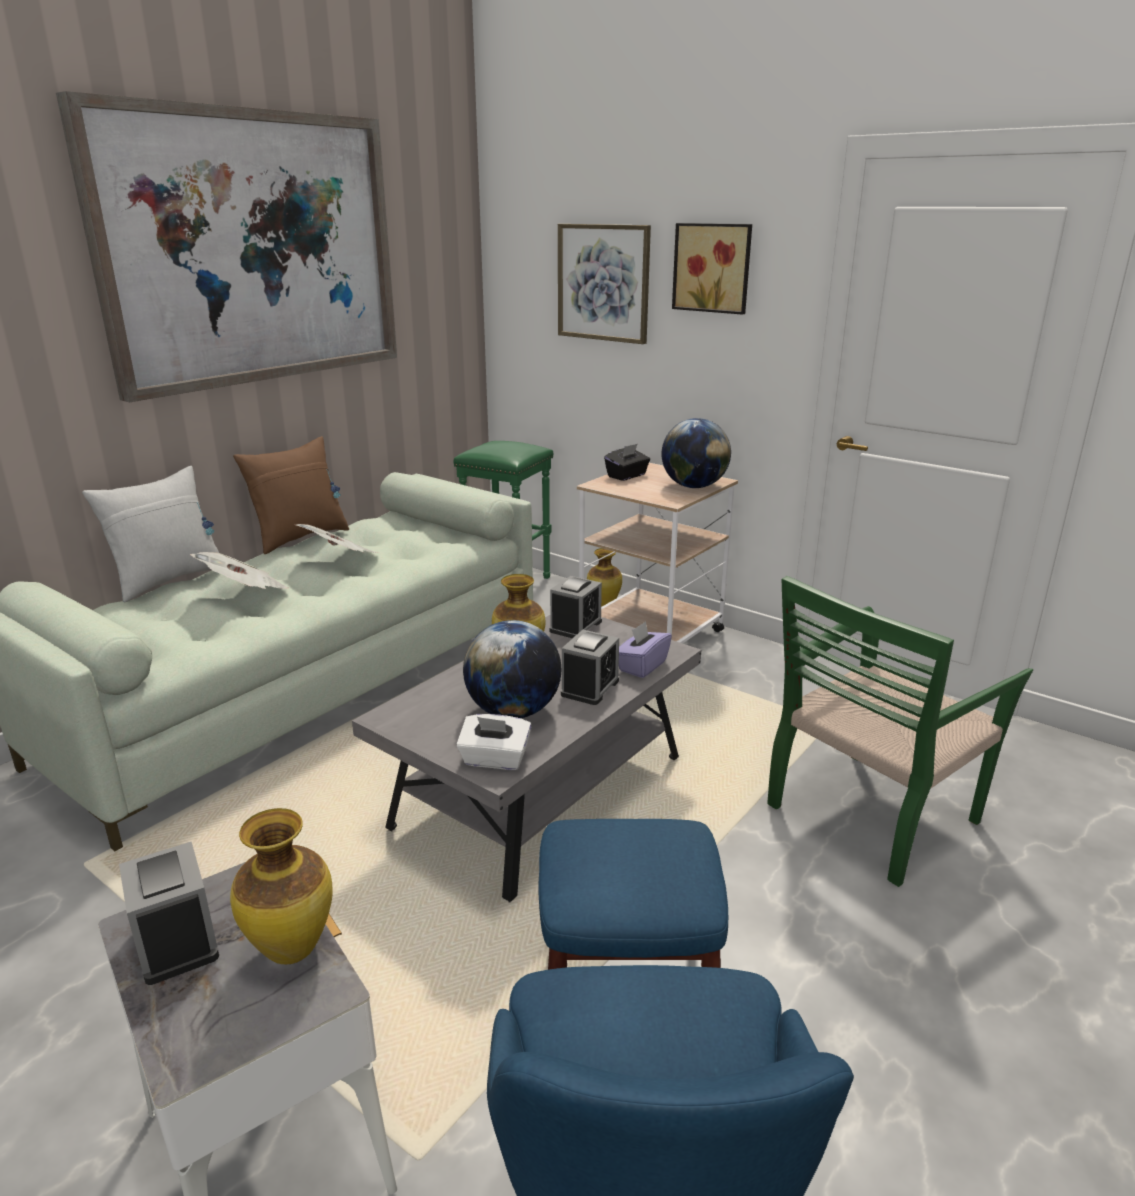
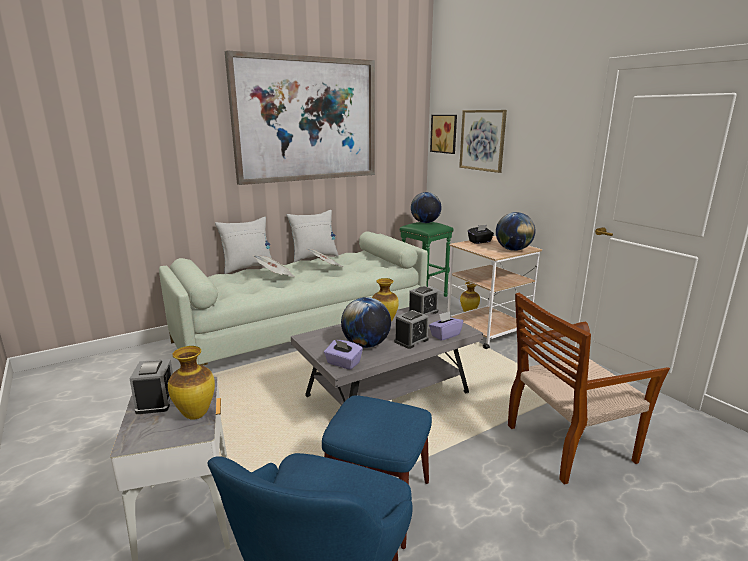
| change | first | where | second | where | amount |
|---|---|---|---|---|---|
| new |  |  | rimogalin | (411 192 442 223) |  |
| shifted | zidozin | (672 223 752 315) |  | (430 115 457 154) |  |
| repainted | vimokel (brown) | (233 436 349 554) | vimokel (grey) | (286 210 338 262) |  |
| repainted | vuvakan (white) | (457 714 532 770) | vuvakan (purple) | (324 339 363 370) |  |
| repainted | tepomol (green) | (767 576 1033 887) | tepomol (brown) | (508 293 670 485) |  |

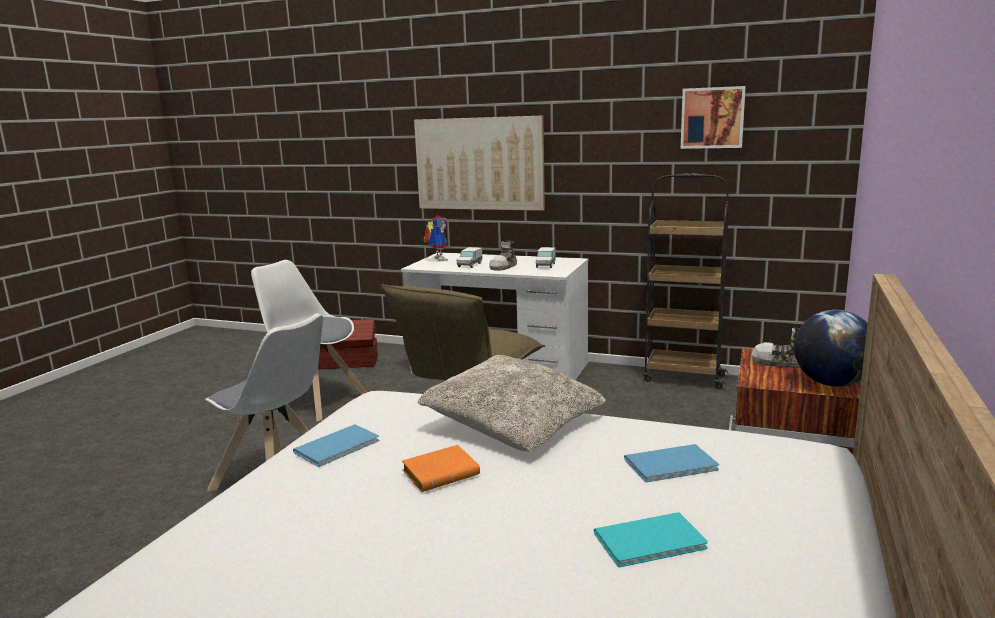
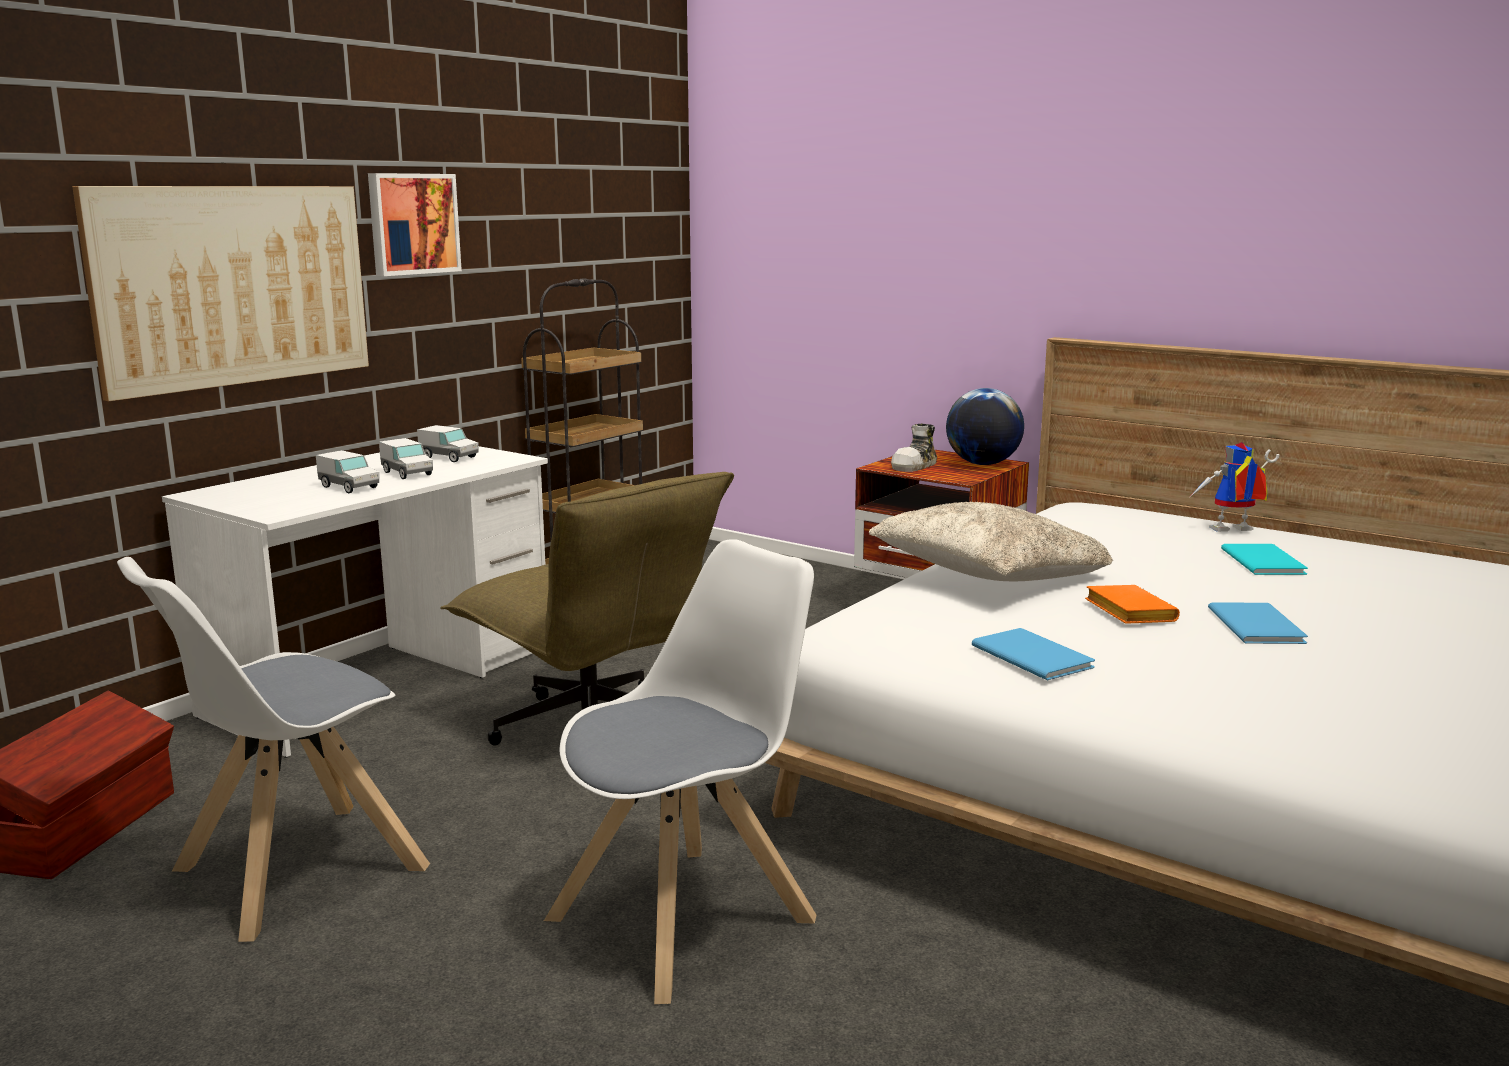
| change | first | where | second | where | amount |
|---|---|---|---|---|---|
| shifted | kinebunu | (424 216 448 261) |  | (1191 442 1280 532) |  |
| shifted | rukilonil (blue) | (624 444 719 482) |  | (1208 602 1308 644) |  |
| shifted | zidozin | (681 86 746 149) |  | (368 173 462 276) |  |
| swapped | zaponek | (489 241 517 271) | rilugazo | (379 438 433 479) |  |

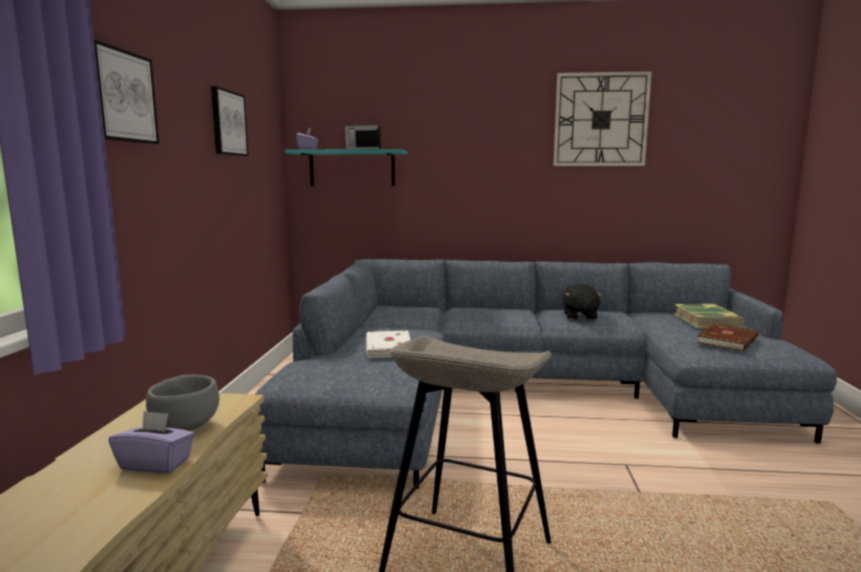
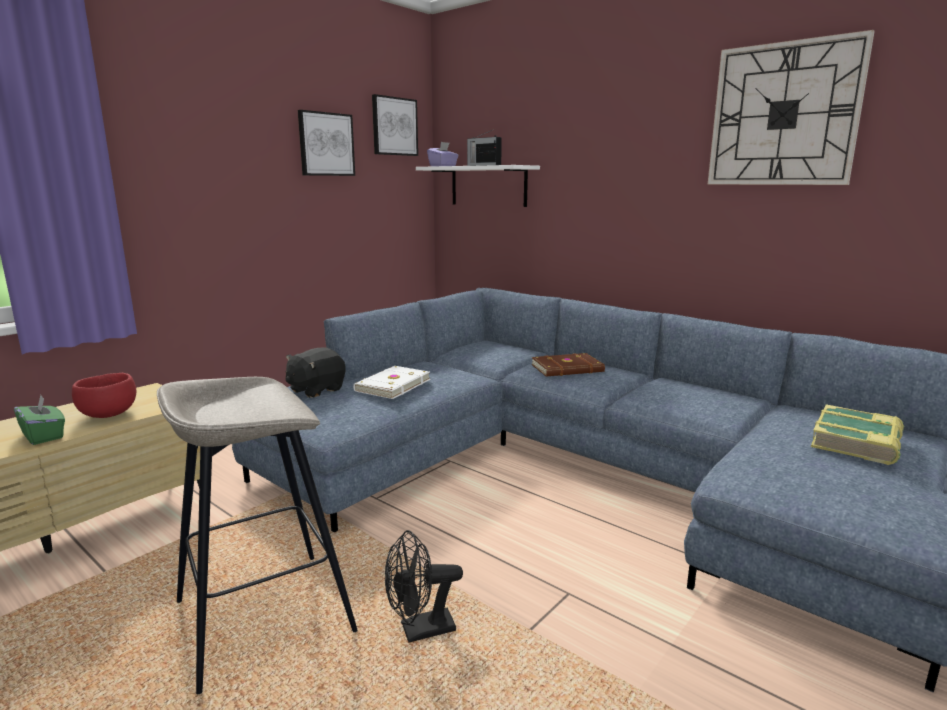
| change | first | where | second | where | amount |
|---|---|---|---|---|---|
| new |  |  | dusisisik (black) | (385 530 463 643) |  |
| shifted | zidozin | (94 40 159 144) |  | (372 94 418 156) |  |
| shifted | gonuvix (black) | (563 284 603 320) |  | (285 347 346 398) |  |
| shifted | rukilonil (brown) | (697 324 758 351) |  | (531 353 605 377) |  |
| repainted | vuvakan (purple) | (109 411 195 474) | vuvakan (green) | (14 395 65 445) |  |
| repainted | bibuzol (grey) | (146 375 219 431) | bibuzol (red) | (72 373 136 418) |  |
| repainted | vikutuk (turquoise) | (285 149 407 186) | vikutuk (white) | (416 165 540 207) |  |

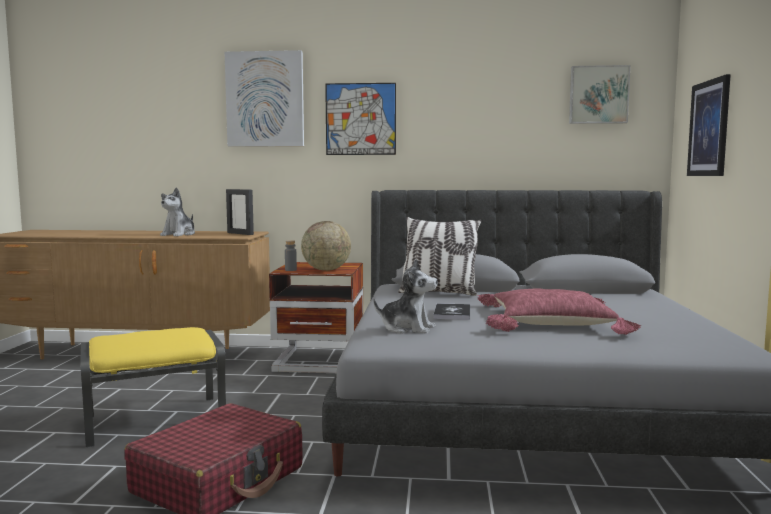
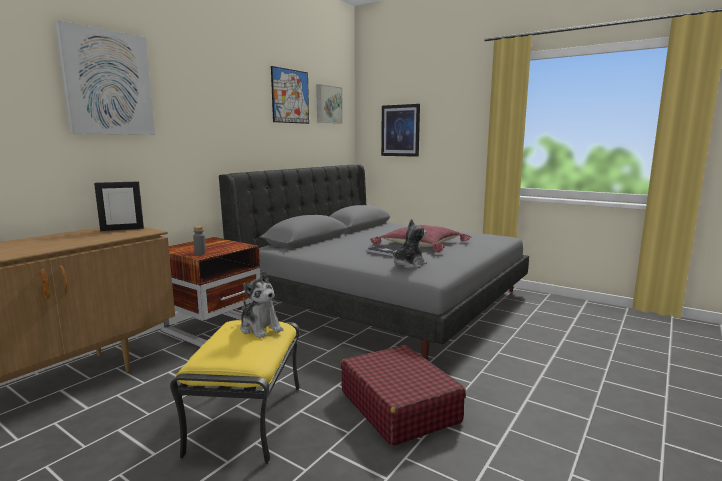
| change | first | where | second | where | amount |
|---|---|---|---|---|---|
| gone | rimogalin | (301 221 351 271) |  |  |  |
| gone | vimokel | (398 217 481 296) |  |  |  |
| shifted | gonuvix | (160 187 195 236) |  | (240 271 283 339) |  |
| shifted | zidozin | (325 83 396 155) |  | (271 66 309 124) |  |

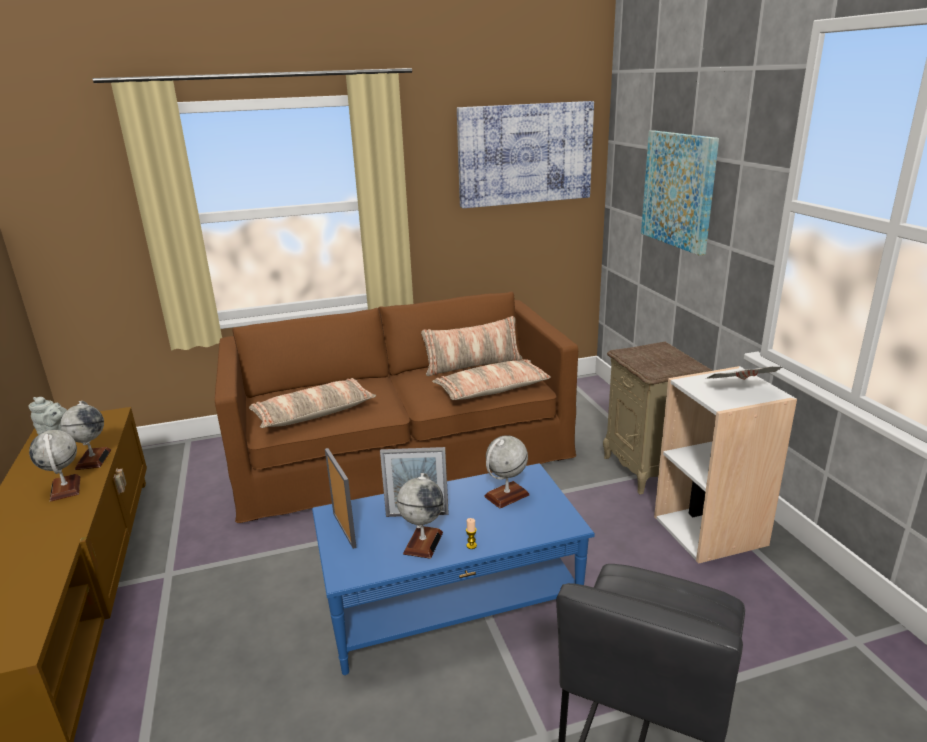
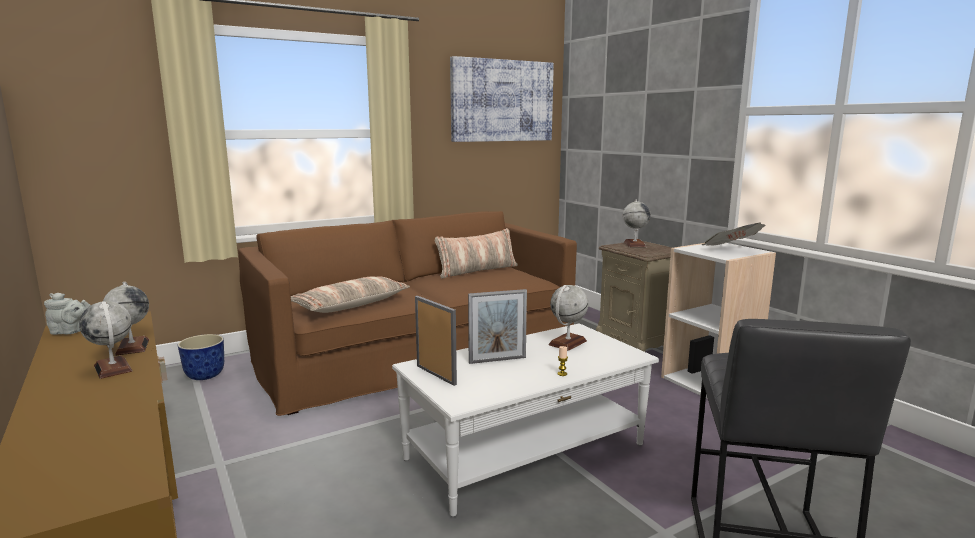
| change | first | where | second | where | amount |
|---|---|---|---|---|---|
| gone | vimokel | (432 359 551 400) |  |  |  |
| gone | zidozin | (641 130 719 256) |  |  |  |
| new |  |  | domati | (178 334 224 380) |  |
| shifted | rimogalin | (397 473 444 559) |  | (623 199 651 247) |  |
| repainted | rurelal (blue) | (312 463 595 676) | rurelal (white) | (392 323 659 517) |  |

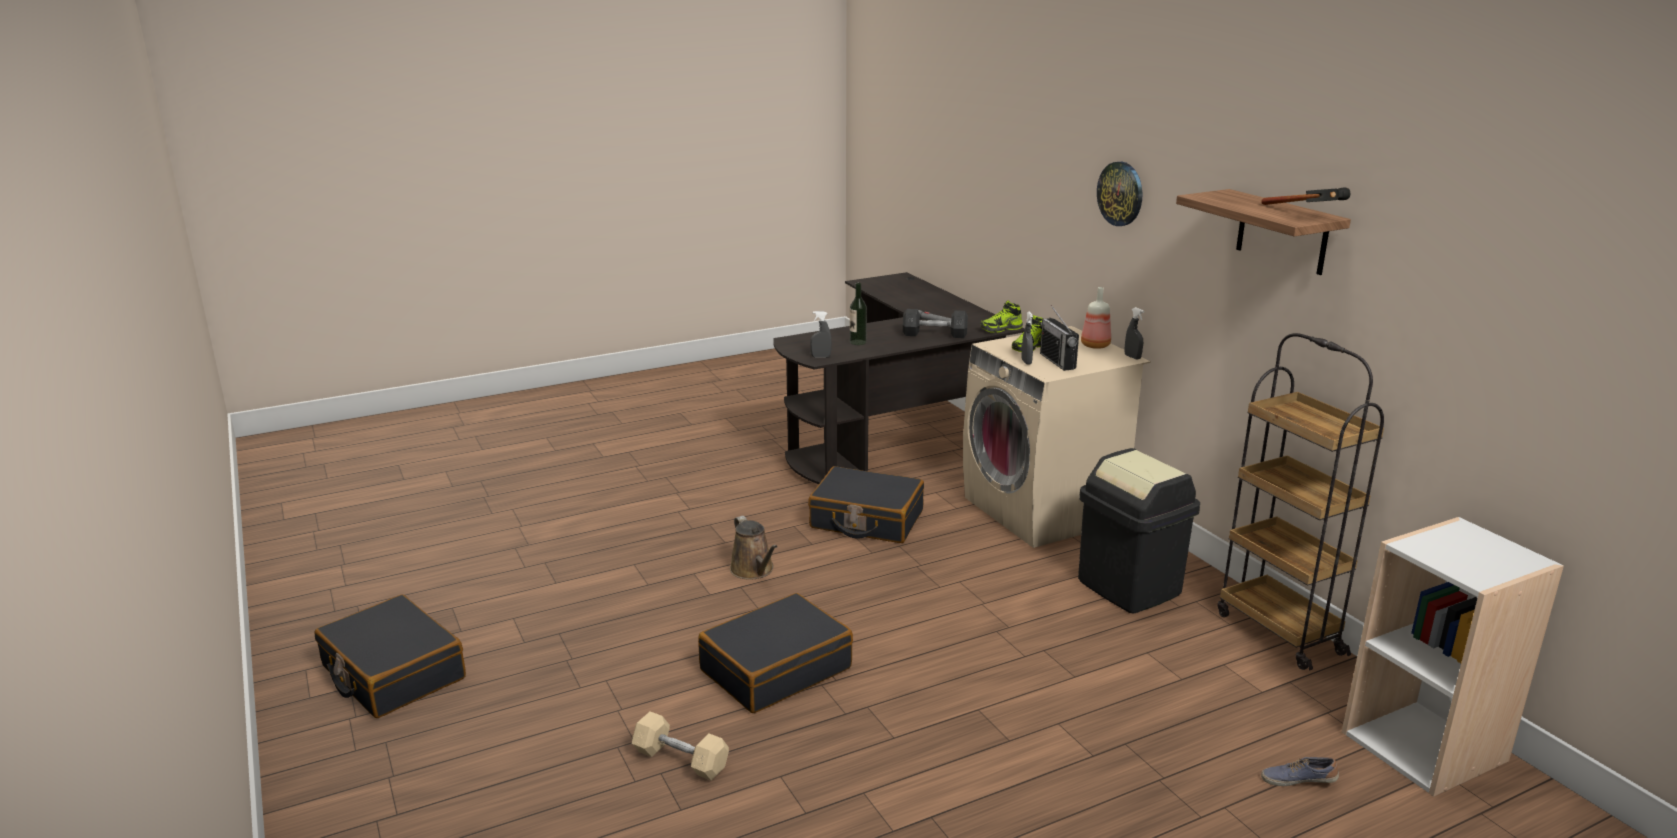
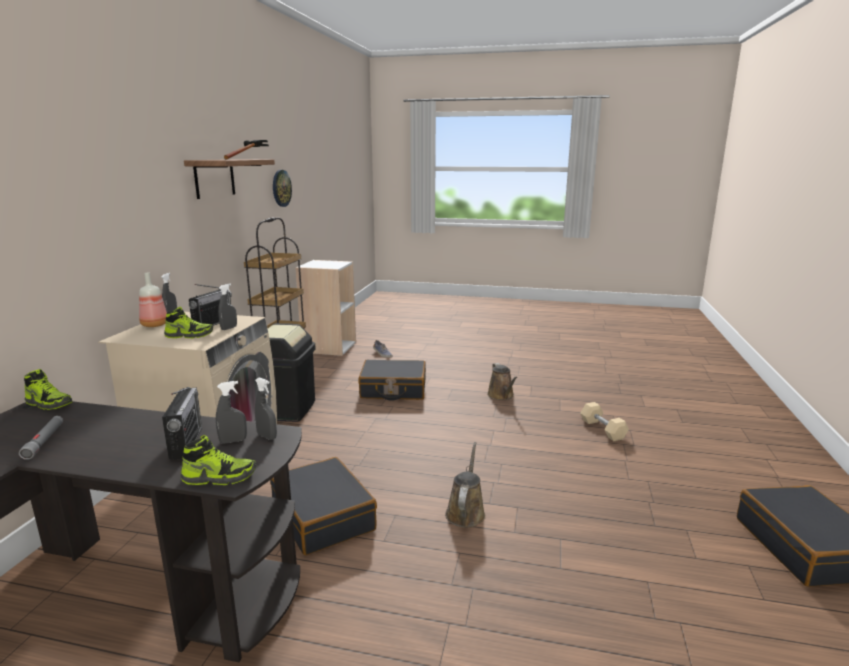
| change | first | where | second | where | amount |
|---|---|---|---|---|---|
| gone | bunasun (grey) | (903 309 968 338) |  |  |  |
| new |  |  | zaponek | (181 435 256 485) |  |
| new |  |  | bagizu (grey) | (216 381 247 444) |  |
| new |  |  | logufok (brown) | (487 363 517 400) |  |
| shifted | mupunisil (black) | (698 593 853 713) |  | (358 360 426 401) |  |
| shifted | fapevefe | (1097 162 1142 226) |  | (273 170 292 207) |  |
| swapped | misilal | (850 283 867 345) | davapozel | (162 387 202 460) |  |

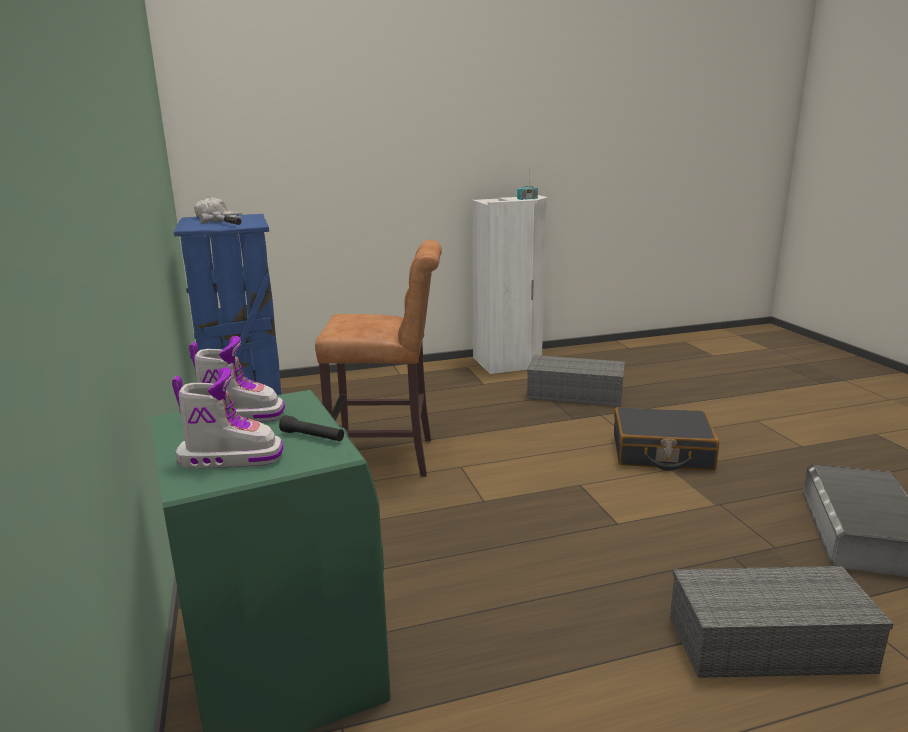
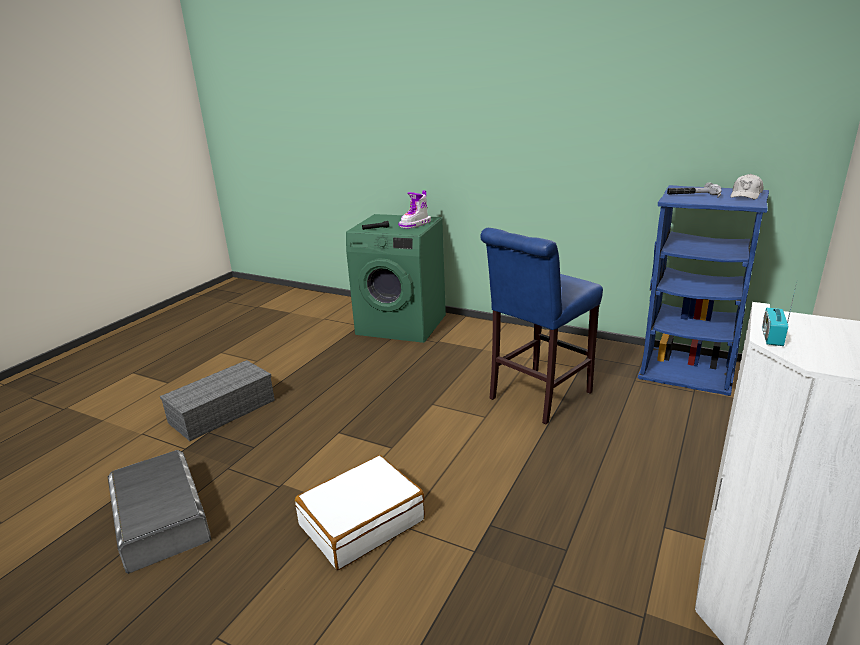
| change | first | where | second | where | amount |
|---|---|---|---|---|---|
| gone | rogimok | (172 367 283 468) |  |  |  |
| gone | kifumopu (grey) | (527 355 625 407) |  |  |  |
| repainted | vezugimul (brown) | (315 240 442 477) | vezugimul (blue) | (480 228 603 424) |  |
| repainted | mupunisil (black) | (614 407 719 471) | mupunisil (white) | (295 455 425 570) |  |

